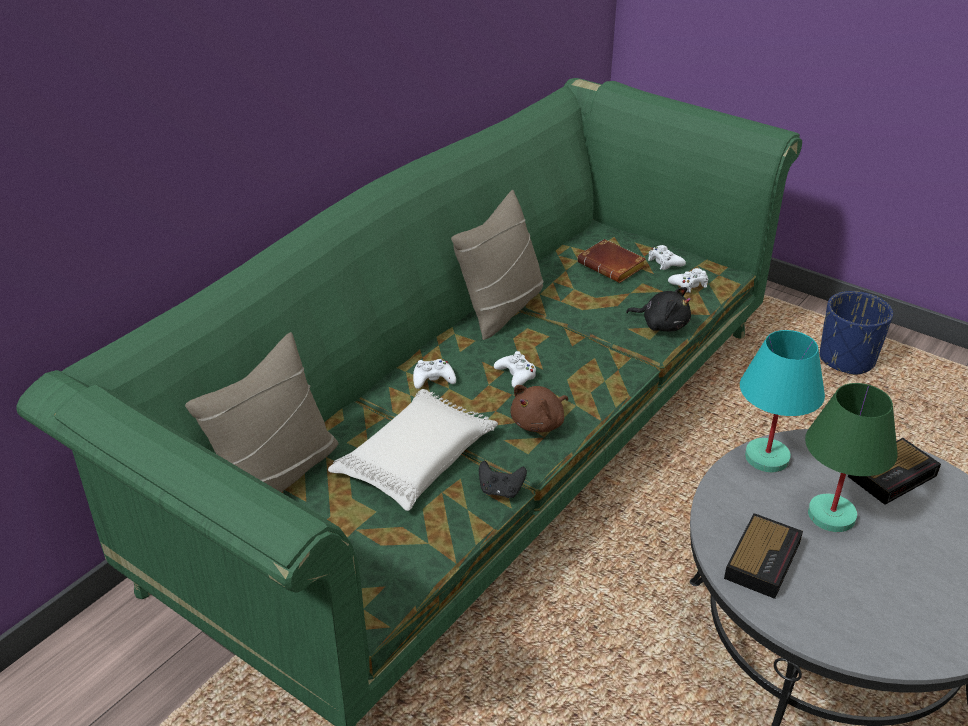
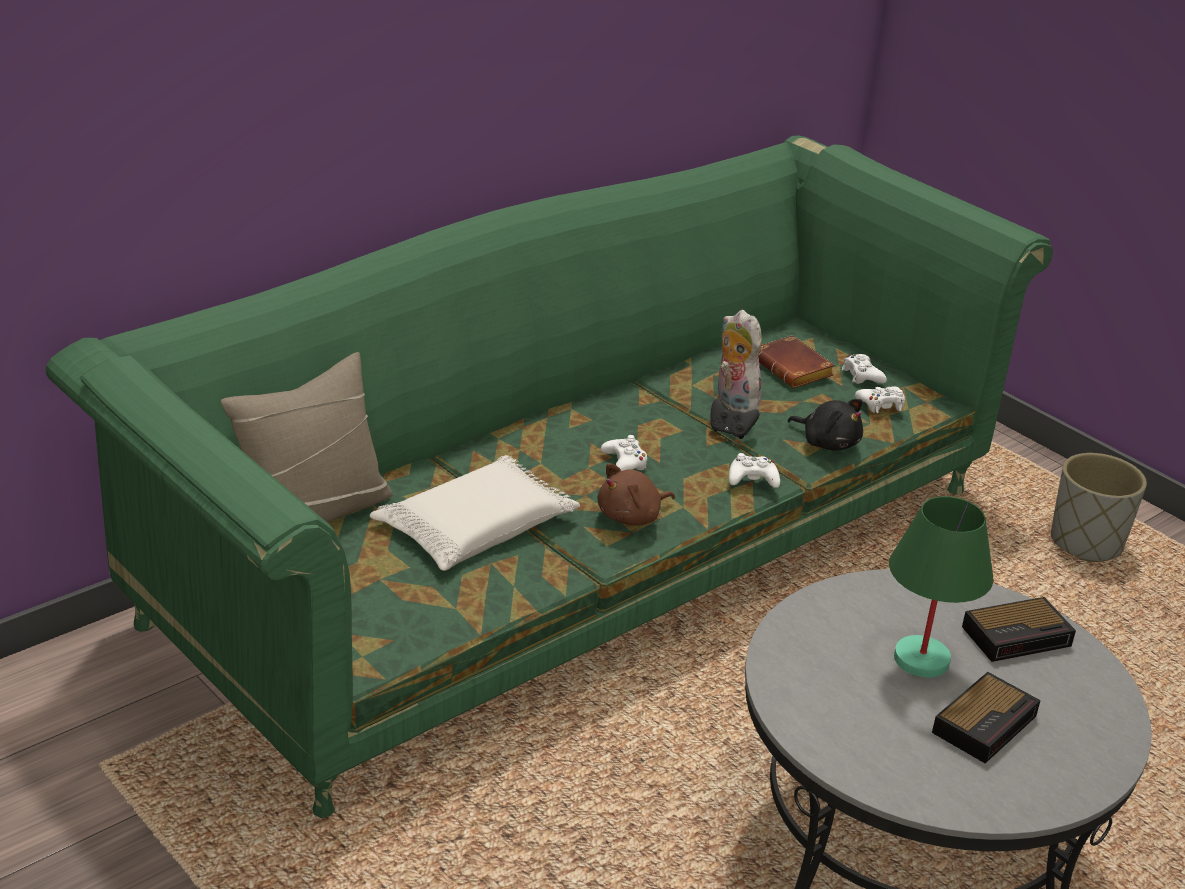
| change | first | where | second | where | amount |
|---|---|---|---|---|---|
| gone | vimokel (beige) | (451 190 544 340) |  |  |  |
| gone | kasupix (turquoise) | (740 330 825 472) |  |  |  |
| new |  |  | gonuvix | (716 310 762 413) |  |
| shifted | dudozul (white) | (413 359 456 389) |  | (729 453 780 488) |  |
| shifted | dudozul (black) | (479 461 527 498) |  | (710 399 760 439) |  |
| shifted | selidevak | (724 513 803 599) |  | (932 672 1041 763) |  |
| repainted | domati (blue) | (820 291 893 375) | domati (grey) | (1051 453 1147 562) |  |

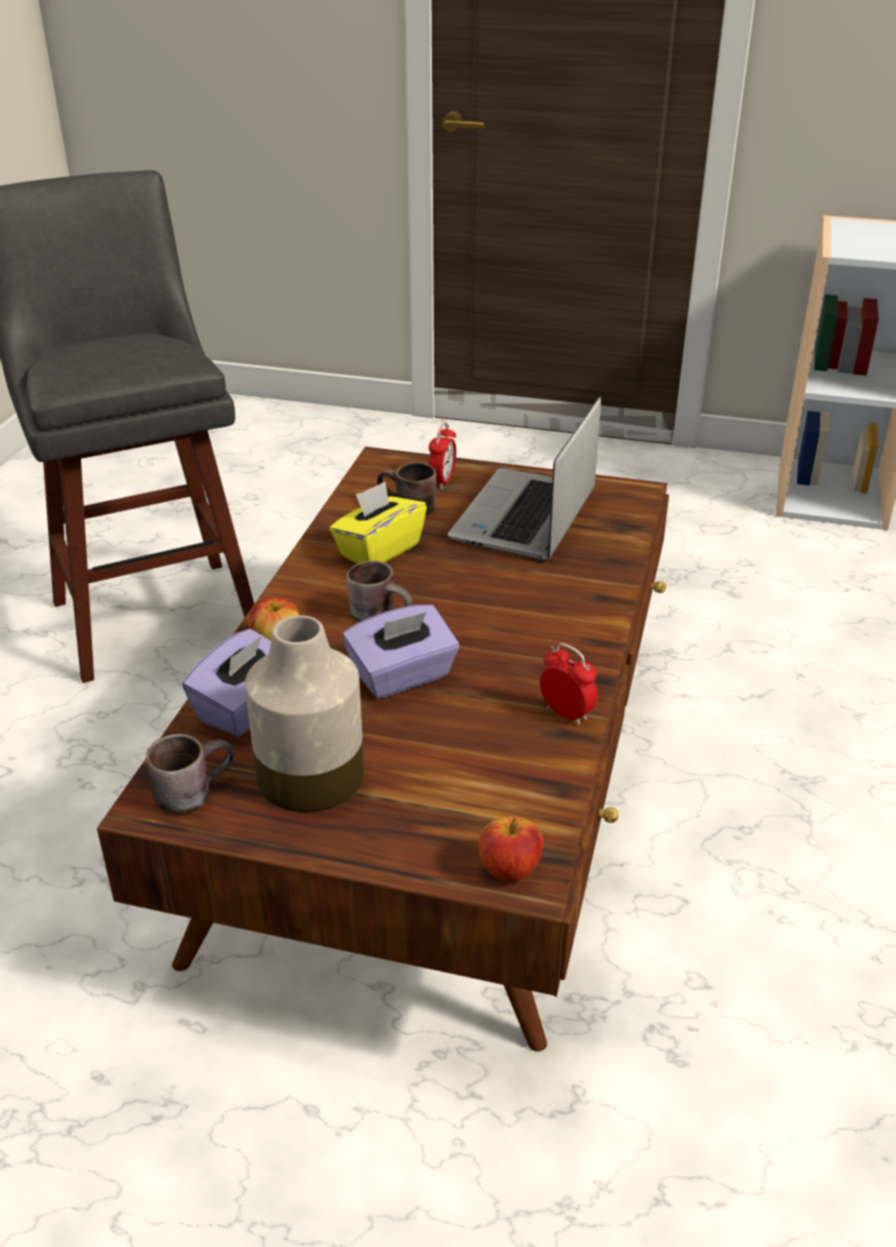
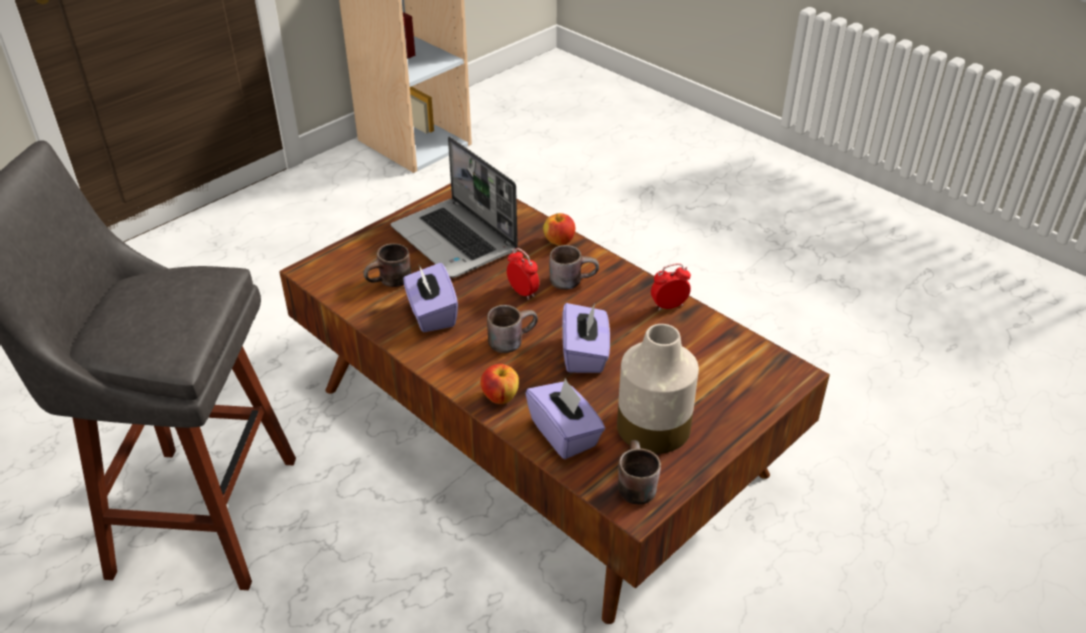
| change | first | where | second | where | amount |
|---|---|---|---|---|---|
| new |  |  | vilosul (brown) | (549 245 599 290) |  |
| shifted | selidevak | (429 422 456 489) |  | (507 248 539 300) |  |
| shifted | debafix | (478 816 543 882) |  | (543 213 575 246) |  |
| repainted | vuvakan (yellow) | (329 481 427 564) | vuvakan (purple) | (403 263 458 332) |  |

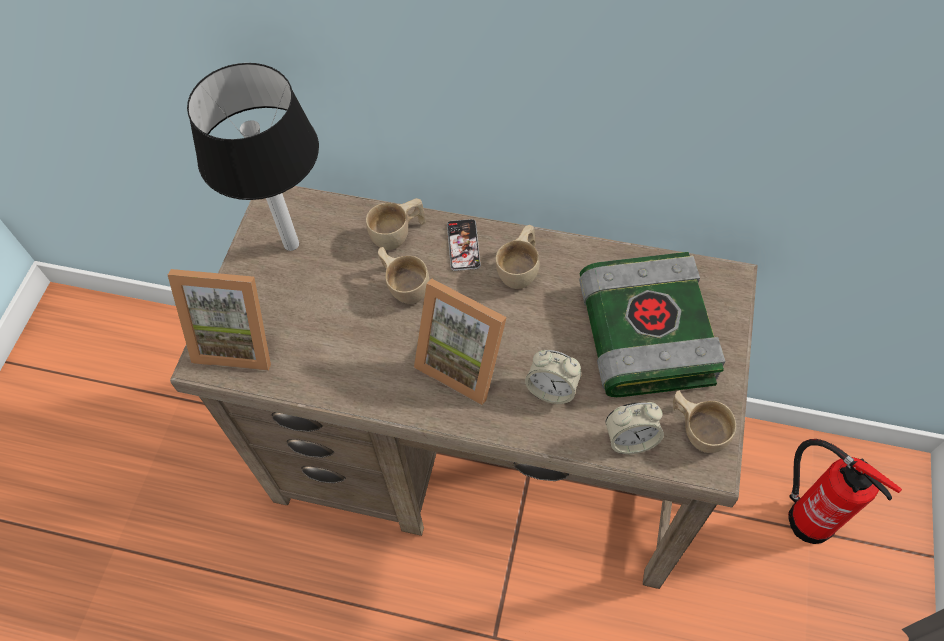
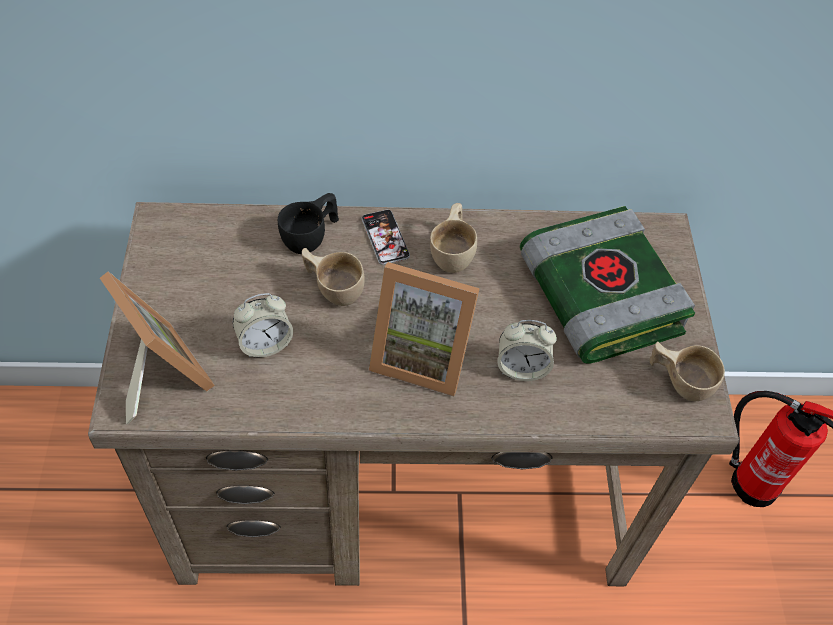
| change | first | where | second | where | amount |
|---|---|---|---|---|---|
| gone | kasupix | (187 63 319 251) |  |  |  |
| shifted | selidevak | (606 402 664 454) |  | (233 293 293 358) |  |
| repainted | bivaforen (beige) | (366 198 426 250) | bivaforen (black) | (278 193 339 254) |  |
| rotated | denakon | (168 269 271 371) |  | (100 271 215 424) | 120 degrees counterclockwise |

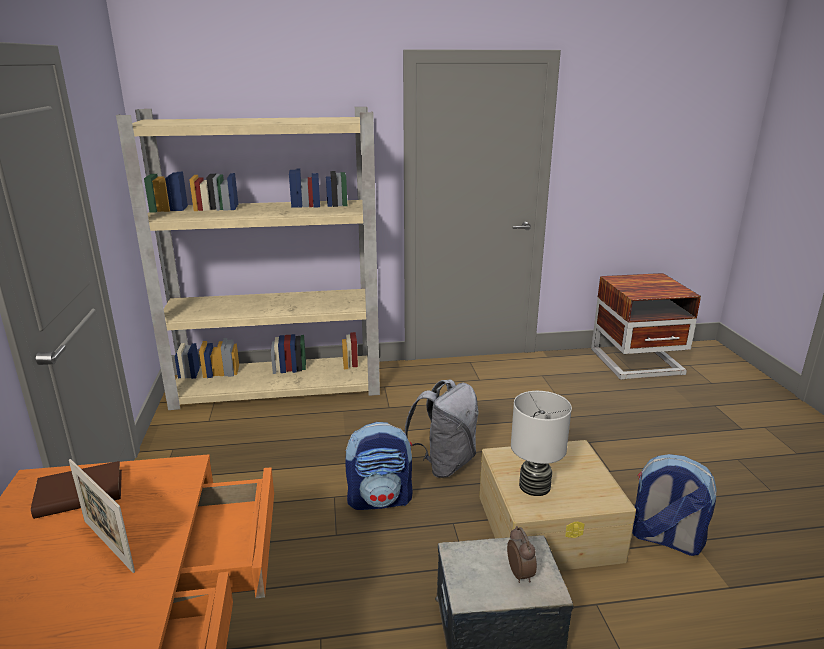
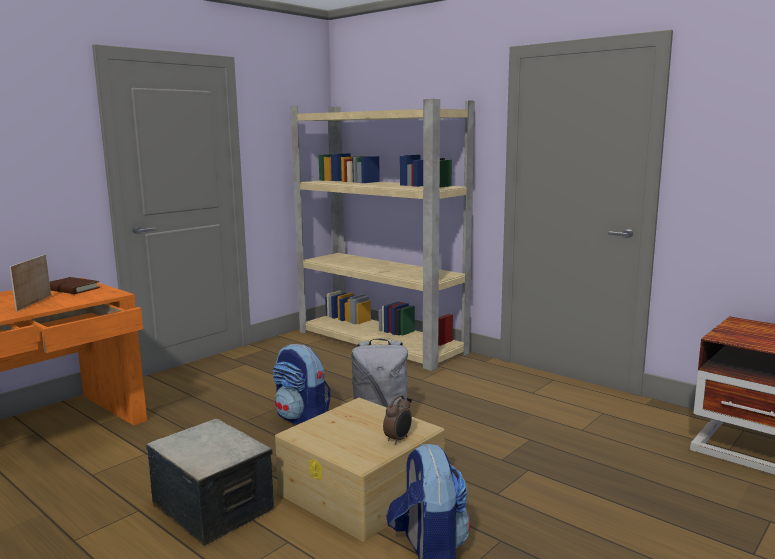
| change | first | where | second | where | amount |
|---|---|---|---|---|---|
| gone | kasupix (grey) | (511 391 572 496) |  |  |  |
| shifted | selidevak | (507 526 537 583) |  | (383 395 412 445) |  |

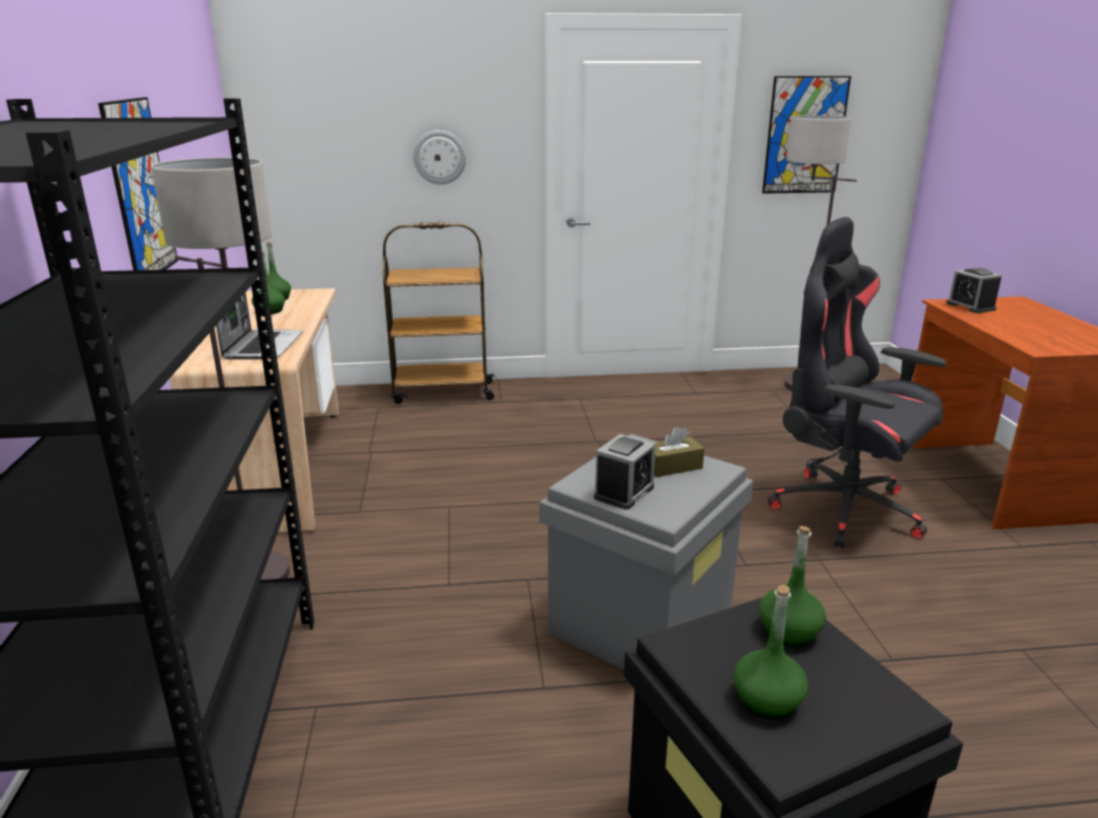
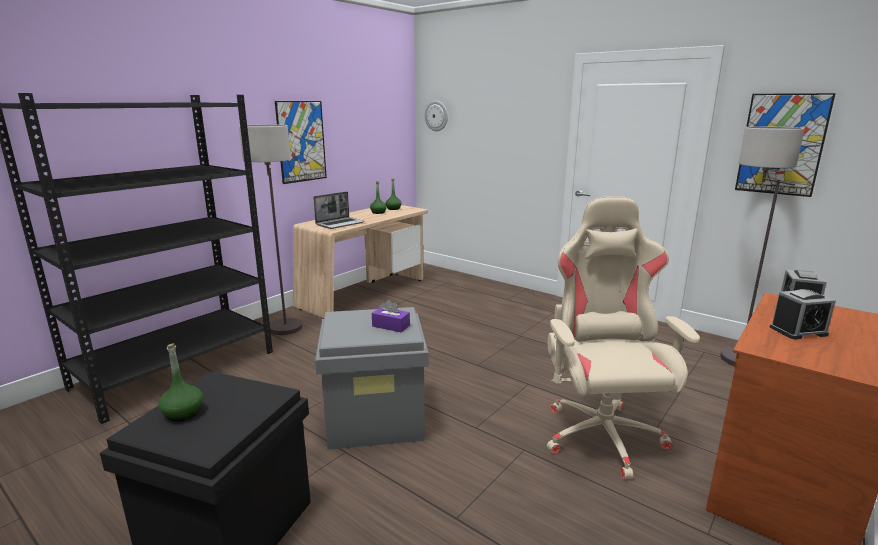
| change | first | where | second | where | amount |
|---|---|---|---|---|---|
| gone | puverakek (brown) | (383 222 496 404) |  |  |  |
| gone | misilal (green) | (759 526 826 647) |  |  |  |
| shifted | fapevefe | (413 130 466 185) |  | (425 101 448 131) |  |
| shifted | selidevak | (594 434 656 510) |  | (770 289 836 339) |  |
| repainted | vuvakan (brown) | (654 427 704 477) | vuvakan (purple) | (372 300 410 332) |  |
| repainted | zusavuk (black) | (768 217 946 548) | zusavuk (beige) | (547 196 700 480) |  |

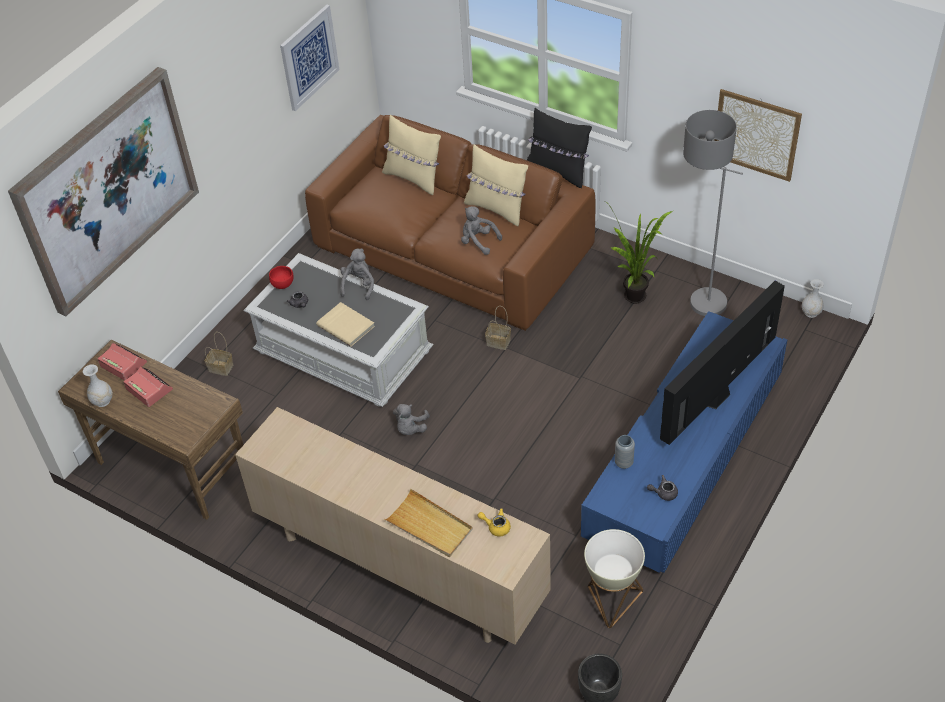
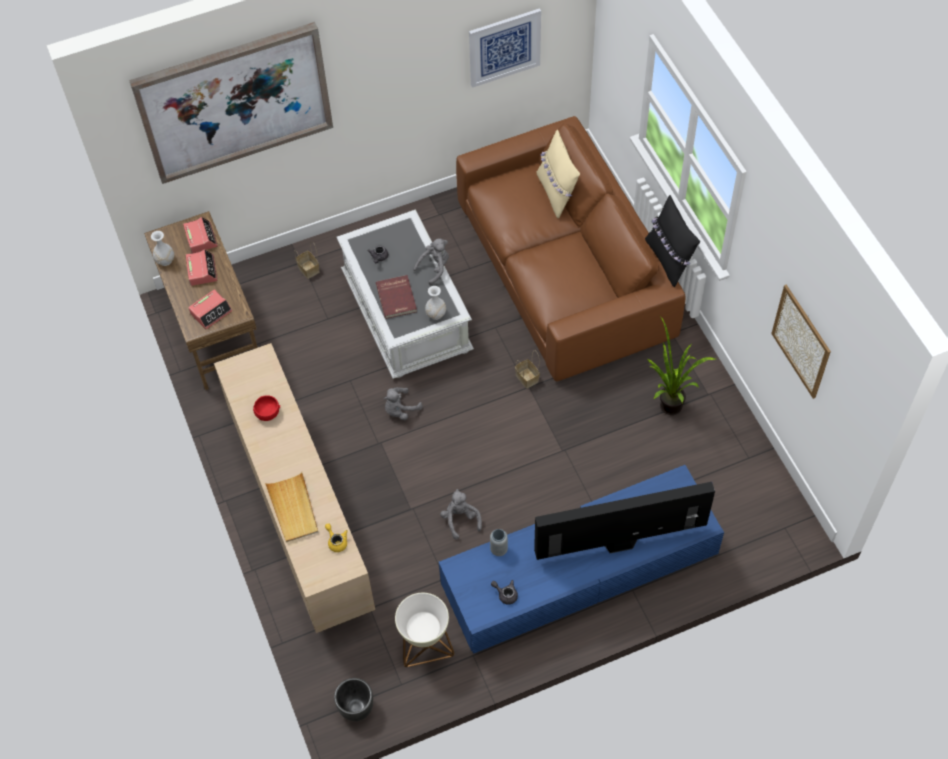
| change | first | where | second | where | amount |
|---|---|---|---|---|---|
| gone | vimokel (beige) | (464 144 528 226) |  |  |  |
| gone | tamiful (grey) | (683 110 743 316) |  |  |  |
| new |  |  | selidevak | (188 289 232 329) |  |
| shifted | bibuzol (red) | (269 266 294 289) |  | (253 395 280 421) |  |
| shifted | gonuvix (grey) | (461 206 502 255) |  | (440 489 482 540) |  |
| shifted | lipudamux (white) | (802 279 824 318) |  | (425 286 446 320) |  |
| repainted | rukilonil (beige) | (316 302 375 346) | rukilonil (red) | (376 275 417 319) |  |

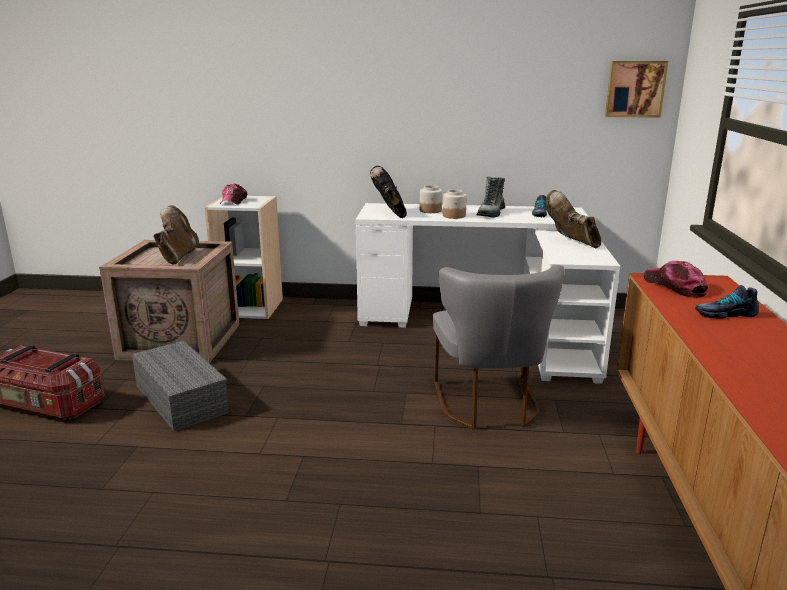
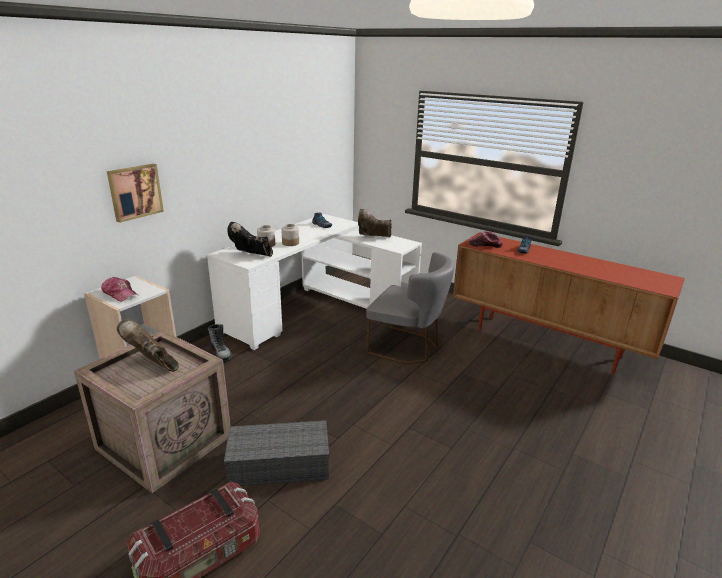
| change | first | where | second | where | amount |
|---|---|---|---|---|---|
| shifted | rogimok | (477 177 505 218) |  | (208 324 232 362) |  |
| shifted | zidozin | (605 61 668 118) |  | (107 164 164 223) |  |

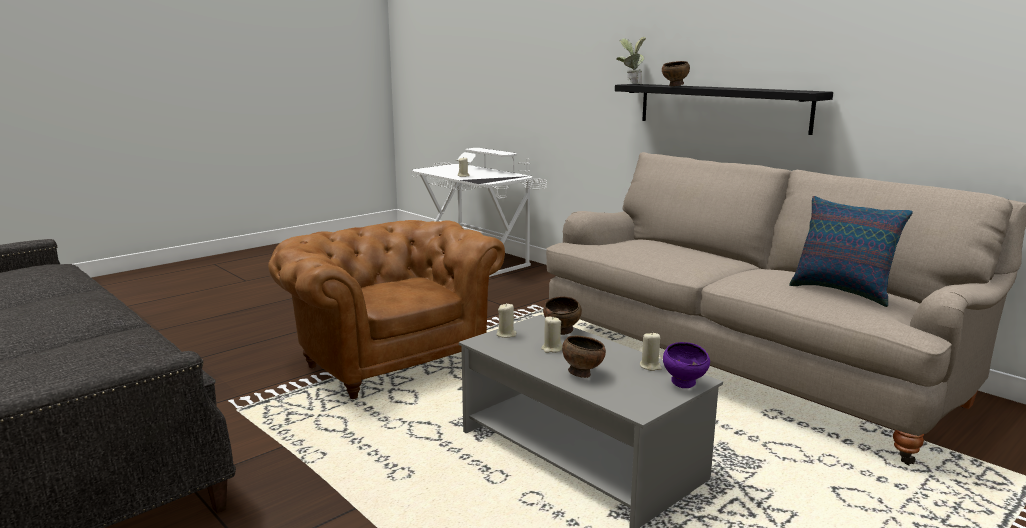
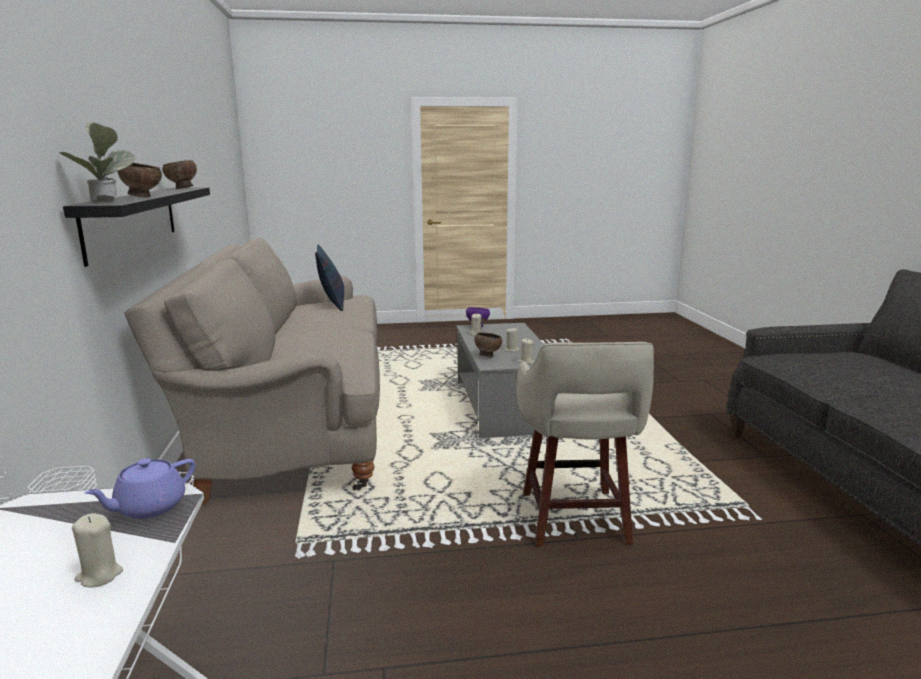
| change | first | where | second | where | amount |
|---|---|---|---|---|---|
| new |  |  | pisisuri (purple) | (84 459 195 519) |  |
| shifted | bibuzol (brown) | (562 335 606 378) |  | (162 160 197 189) |  |
| swapped | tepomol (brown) | (268 220 505 399) | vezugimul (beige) | (516 342 654 546) |  |

